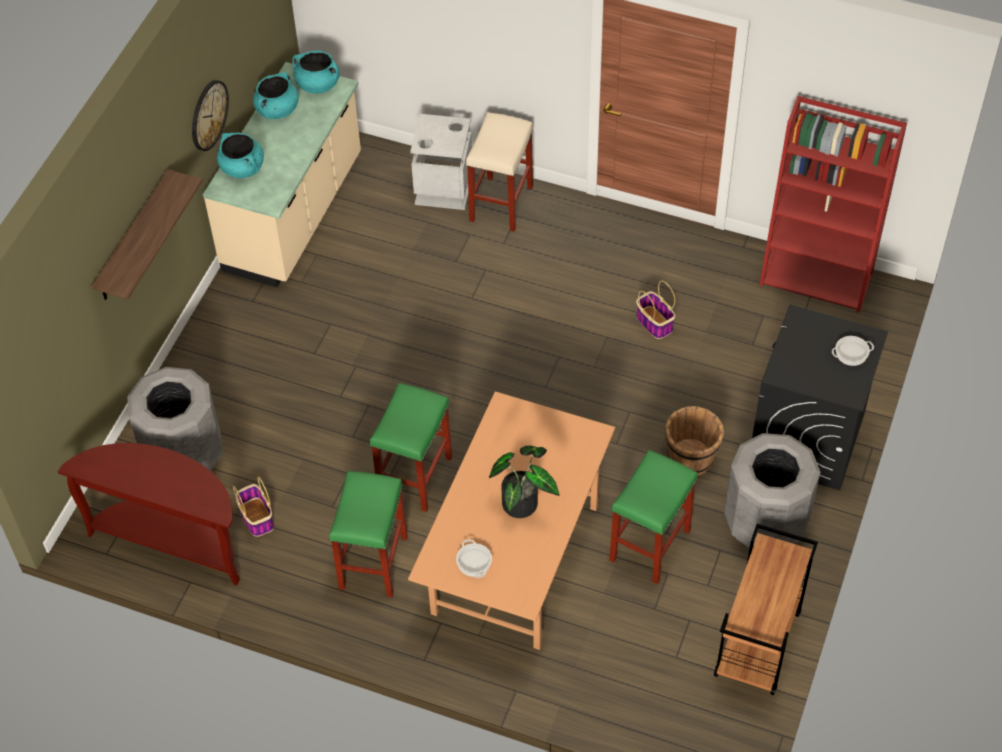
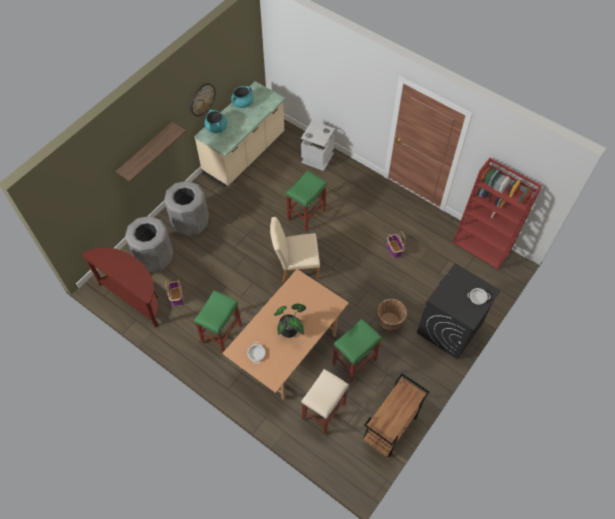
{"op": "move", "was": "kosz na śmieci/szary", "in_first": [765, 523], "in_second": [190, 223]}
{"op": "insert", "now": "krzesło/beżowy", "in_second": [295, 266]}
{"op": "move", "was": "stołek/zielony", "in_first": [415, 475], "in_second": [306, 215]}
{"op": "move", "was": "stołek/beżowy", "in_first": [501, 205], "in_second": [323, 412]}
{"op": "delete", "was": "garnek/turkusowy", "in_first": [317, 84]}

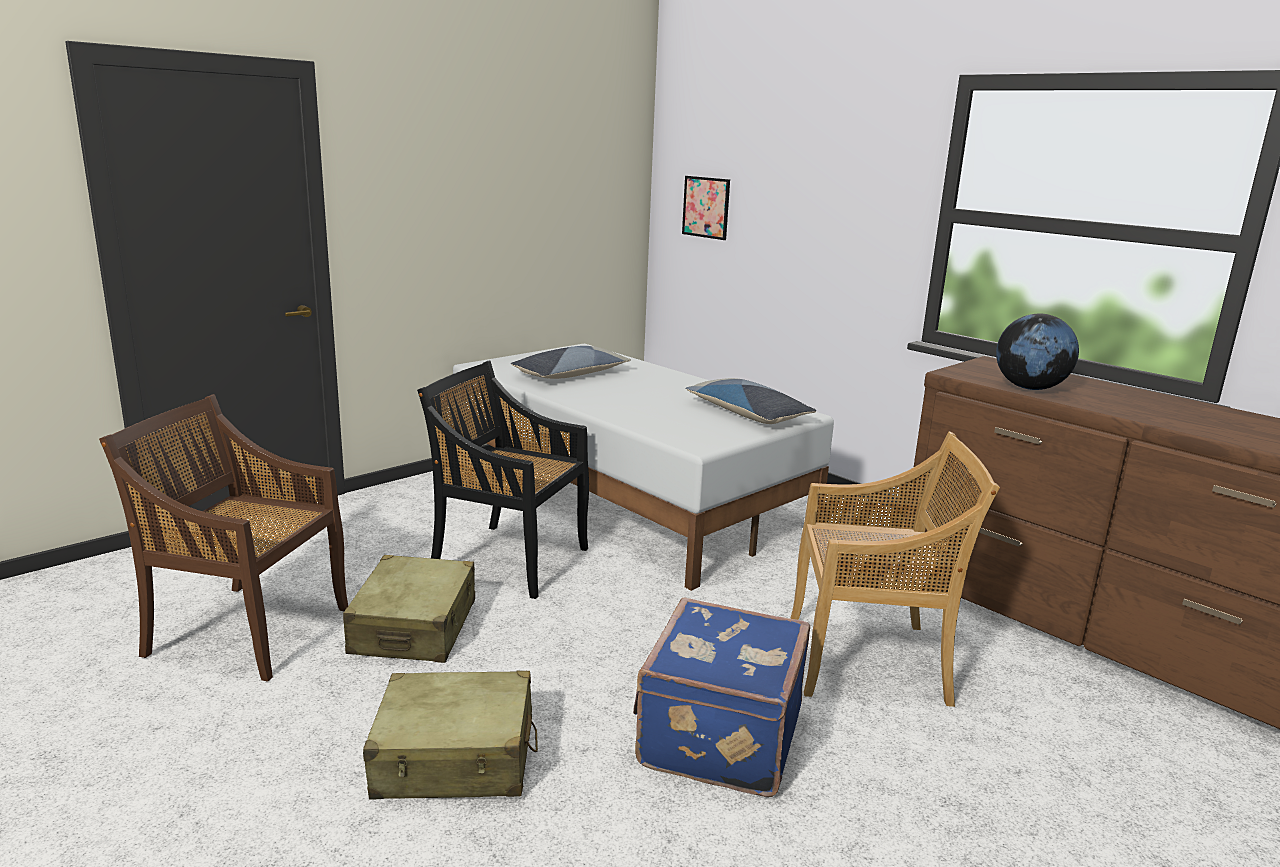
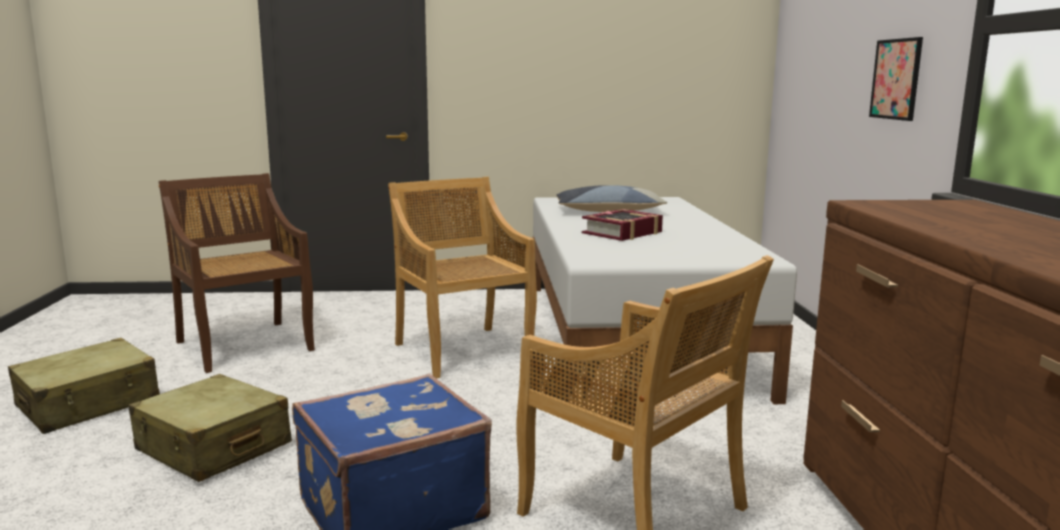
{"op": "move", "was": "walizka/beżowy", "in_first": [414, 627], "in_second": [89, 403]}
{"op": "recolor", "was": "krzesło/czarny", "now": "krzesło/beżowy", "in_first": [508, 560], "in_second": [462, 351]}
{"op": "insert", "now": "książka", "in_second": [622, 233]}
{"op": "move", "was": "obraz", "in_first": [706, 207], "in_second": [896, 79]}
{"op": "delete", "was": "poduszka", "in_first": [747, 413]}
{"op": "delete", "was": "globus", "in_first": [1029, 388]}

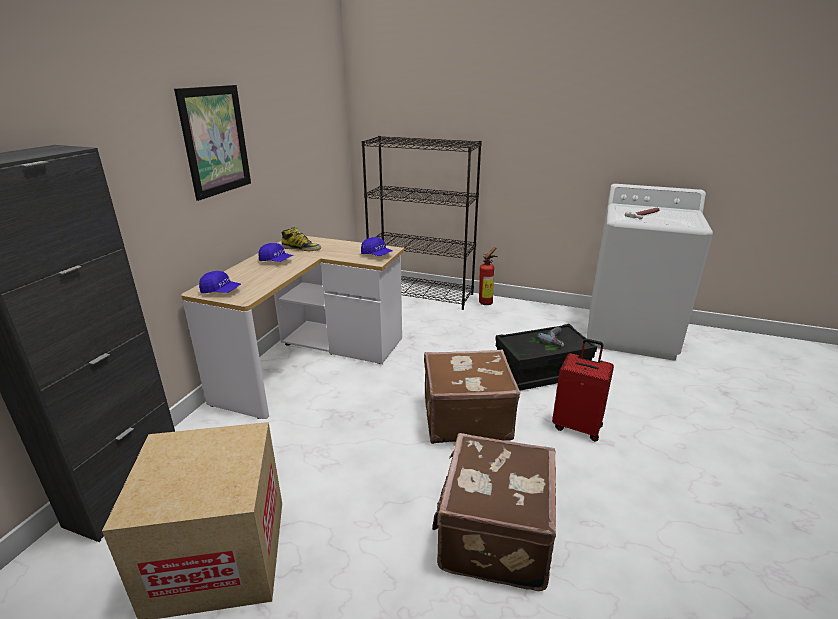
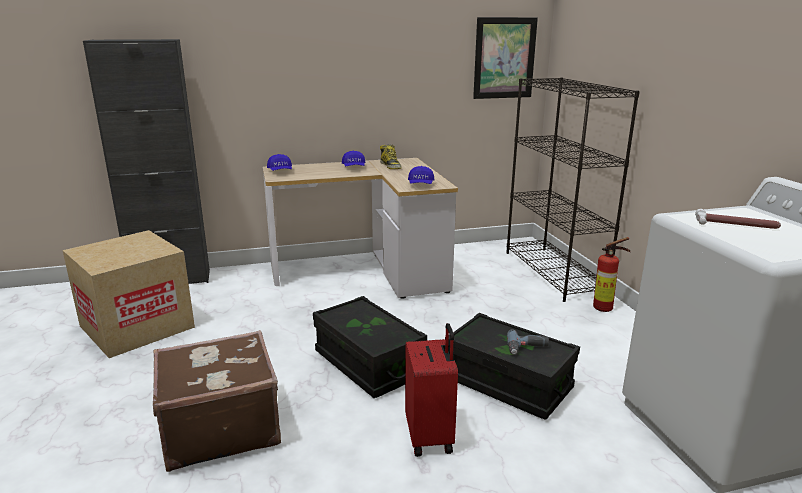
{"op": "replace", "was": "walizka/brązowy", "now": "pojemnik do przechowywania/czarny", "in_first": [465, 418], "in_second": [368, 364]}
{"op": "move", "was": "obraz", "in_first": [215, 141], "in_second": [504, 58]}

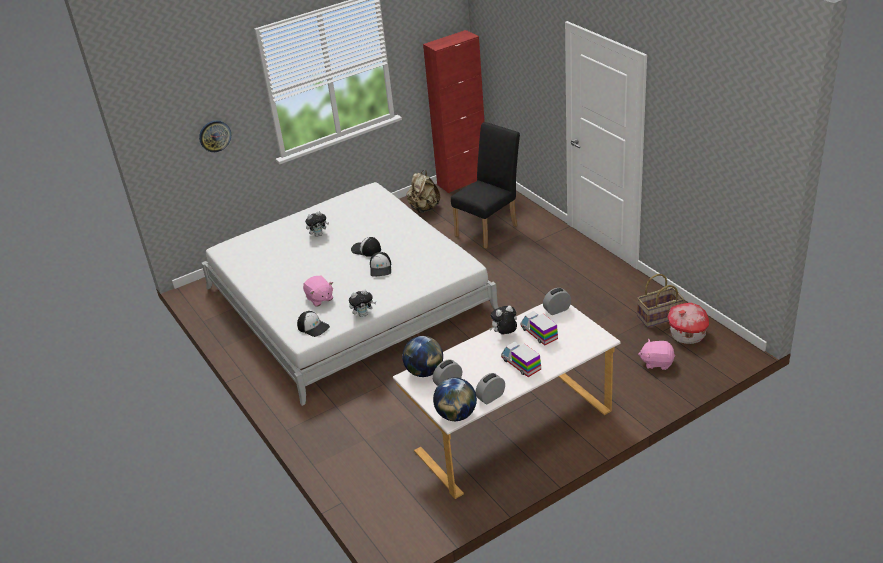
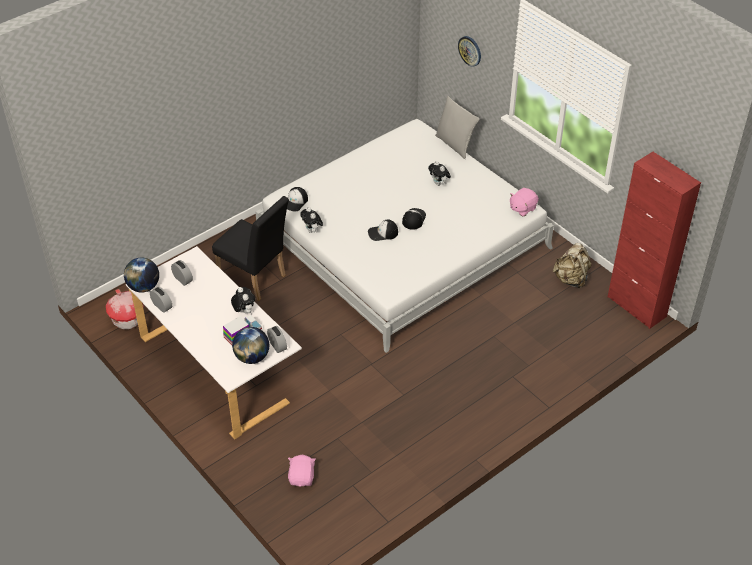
{"op": "move", "was": "domek", "in_first": [687, 335], "in_second": [127, 319]}
{"op": "move", "was": "krzesło/czarny", "in_first": [489, 228], "in_second": [255, 279]}
{"op": "move", "was": "globus", "in_first": [424, 372], "in_second": [252, 357]}
{"op": "insert", "now": "poduszka/szary", "in_second": [455, 145]}
{"op": "move", "was": "pluszak/różowy", "in_first": [319, 299], "in_second": [522, 208]}
{"op": "delete", "was": "ciężarówka zabawkowa", "in_first": [521, 364]}
{"op": "delete", "was": "koszyk", "in_first": [659, 317]}

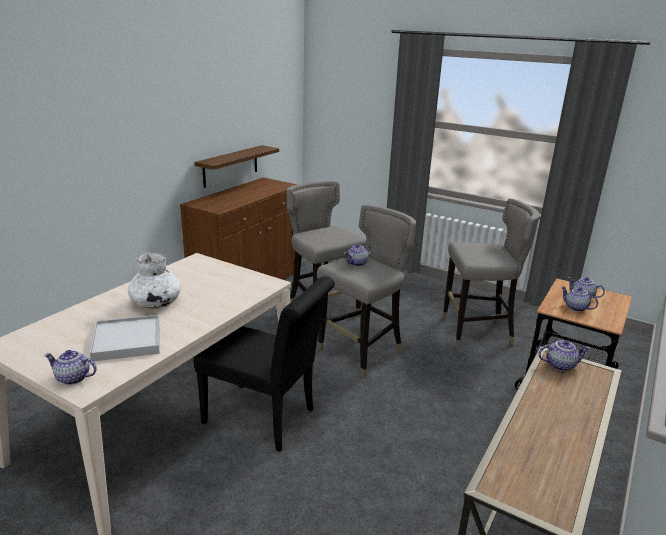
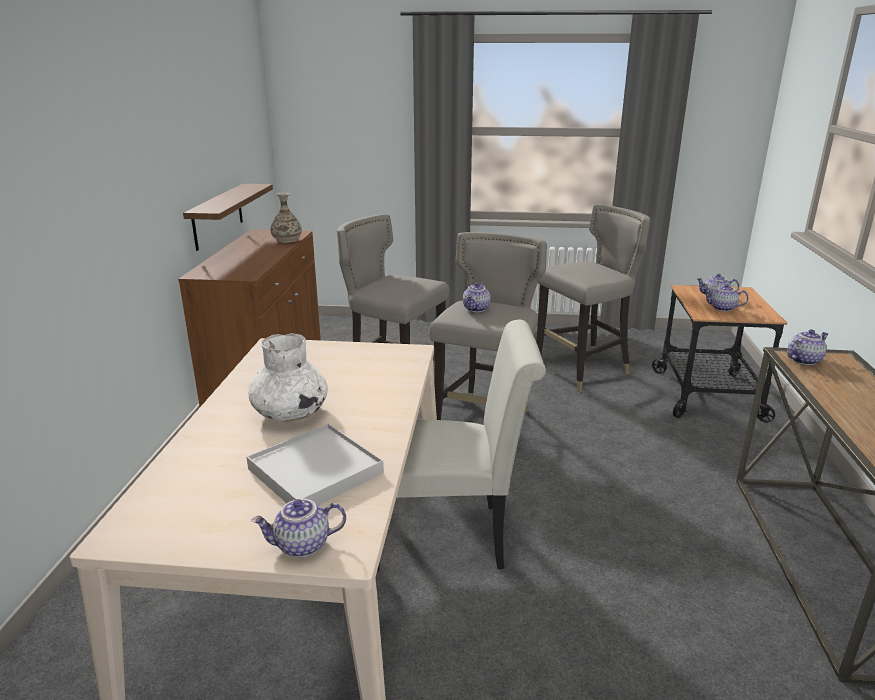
{"op": "insert", "now": "wazon", "in_second": [287, 240]}
{"op": "recolor", "was": "krzesło/czarny", "now": "krzesło/biały", "in_first": [265, 419], "in_second": [449, 536]}

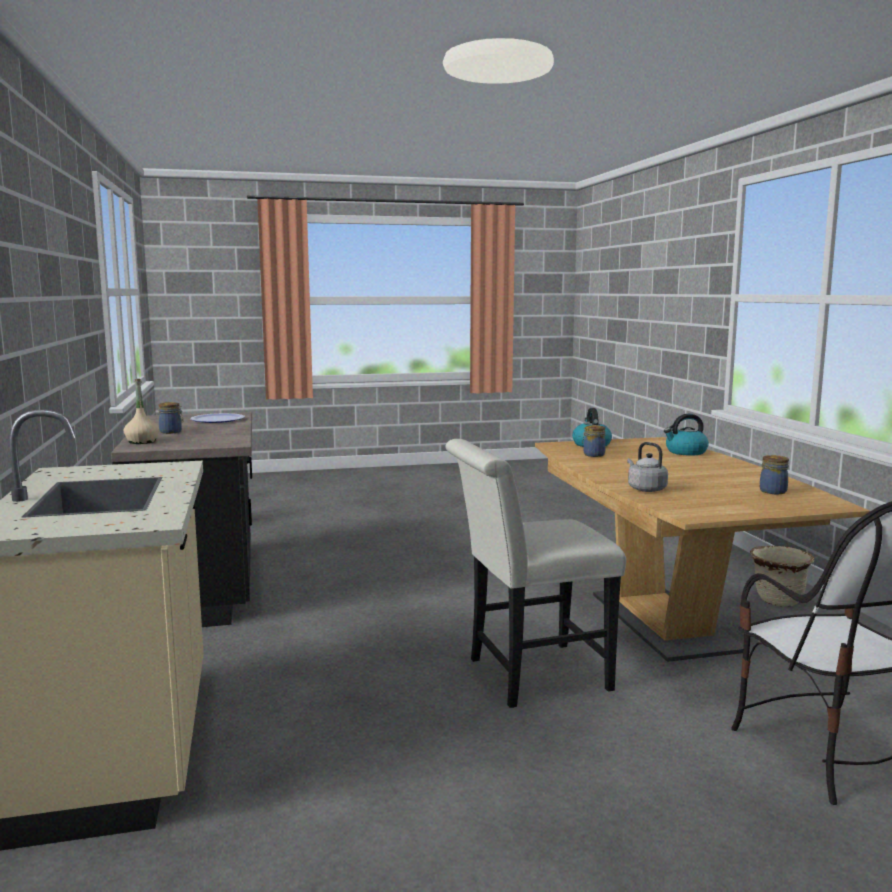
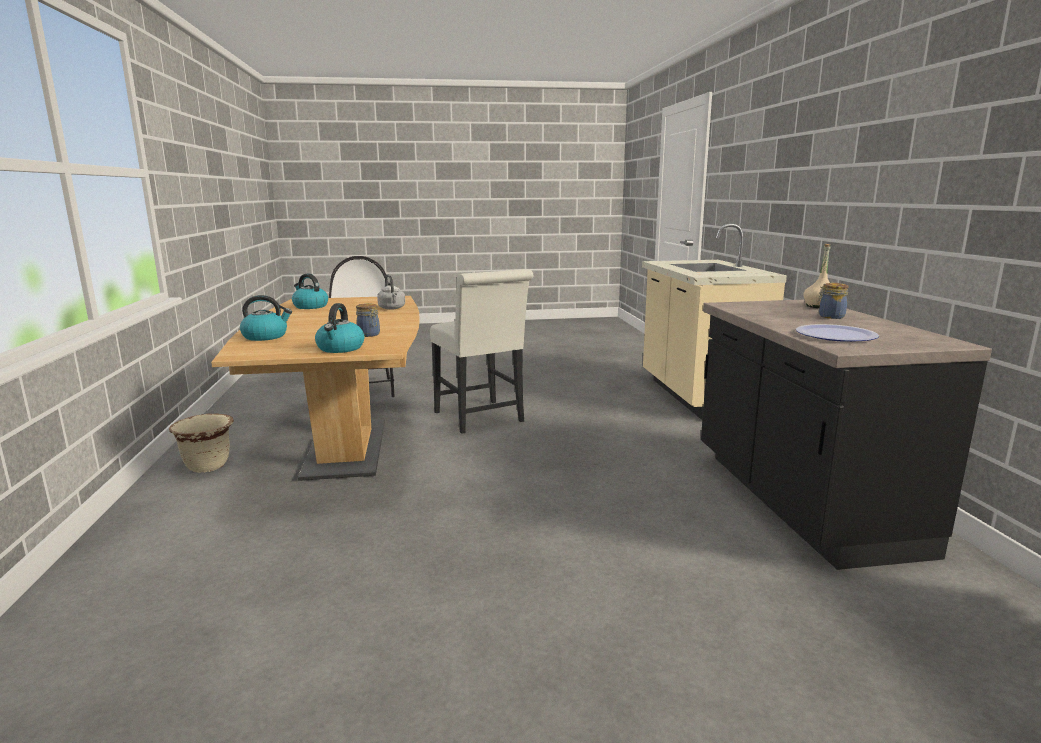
{"op": "replace", "was": "słoik", "now": "czajnik", "in_first": [773, 491], "in_second": [310, 306]}
{"op": "rotate", "was": "krzesło/biały", "in_first": [528, 676], "in_second": [481, 419], "clockwise": 75}

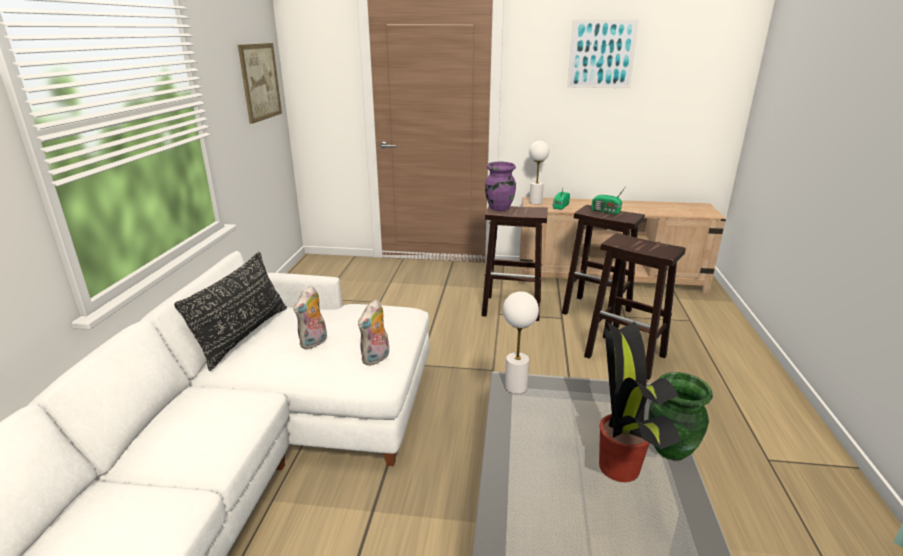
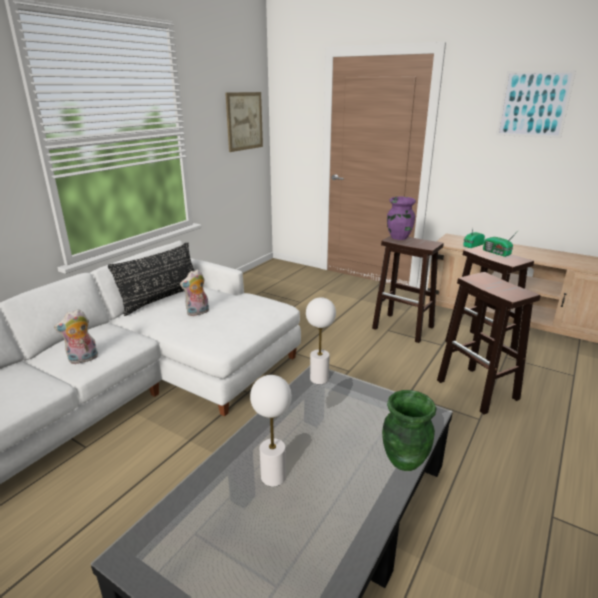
{"op": "move", "was": "pluszak", "in_first": [376, 359], "in_second": [83, 359]}
{"op": "move", "was": "lampa stołowa/biały", "in_first": [535, 202], "in_second": [273, 476]}
{"op": "delete", "was": "roślina doniczkowa", "in_first": [618, 465]}

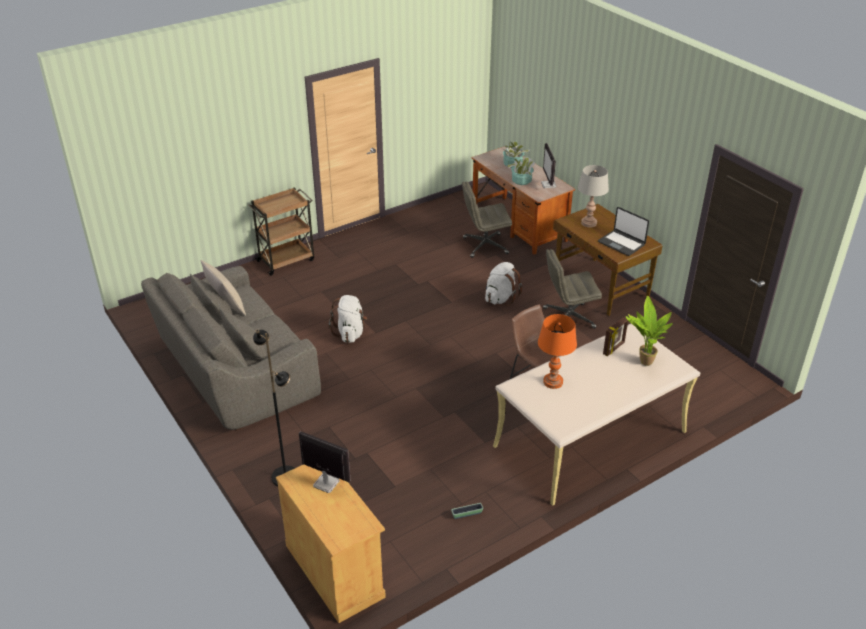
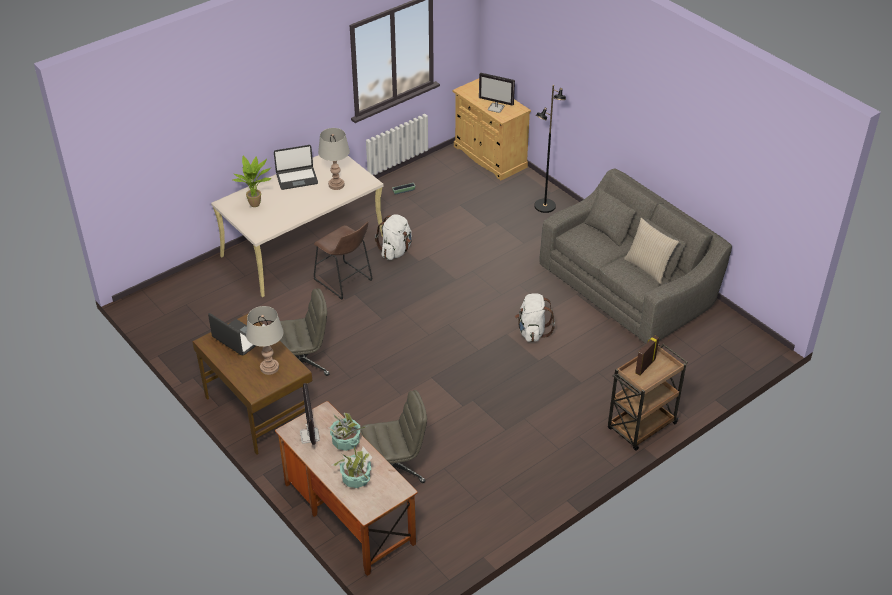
{"op": "insert", "now": "laptop", "in_second": [297, 178]}
{"op": "recolor", "was": "lampa stołowa/pomarańczowy", "now": "lampa stołowa/szary", "in_first": [553, 382], "in_second": [336, 185]}
{"op": "move", "was": "plecak/biały", "in_first": [501, 298], "in_second": [395, 251]}
{"op": "move", "was": "ramka na zdjęcie", "in_first": [614, 348], "in_second": [644, 366]}

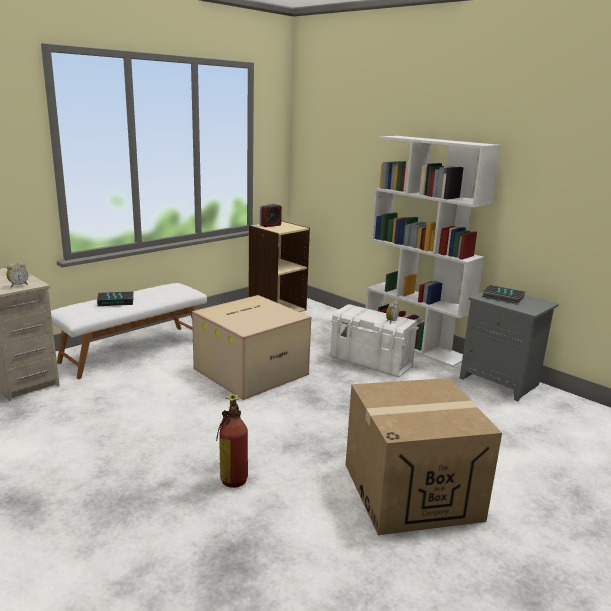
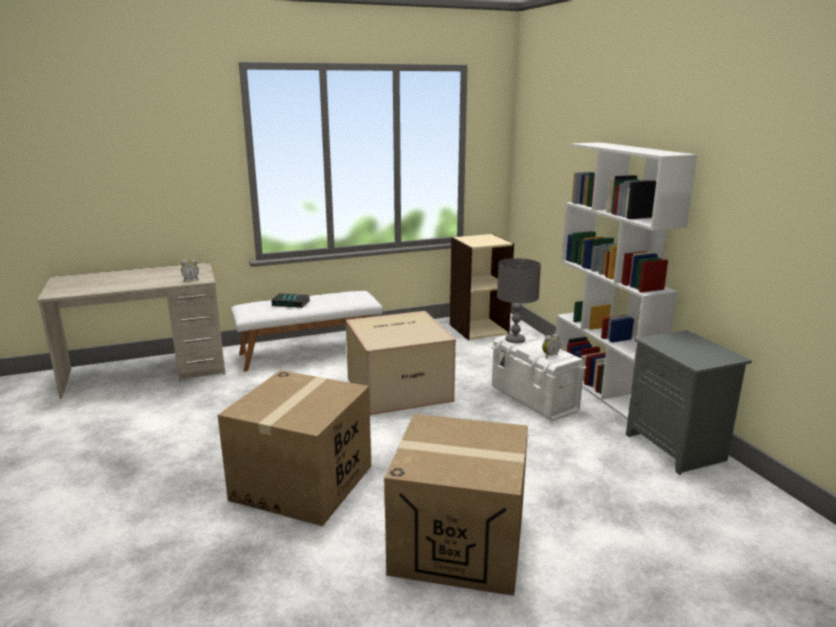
{"op": "replace", "was": "gaśnica", "now": "karton", "in_first": [234, 474], "in_second": [302, 483]}
{"op": "insert", "now": "lampa stołowa/szary", "in_second": [515, 339]}
{"op": "delete", "was": "budzik", "in_first": [270, 225]}
{"op": "delete", "was": "książka", "in_first": [502, 297]}

